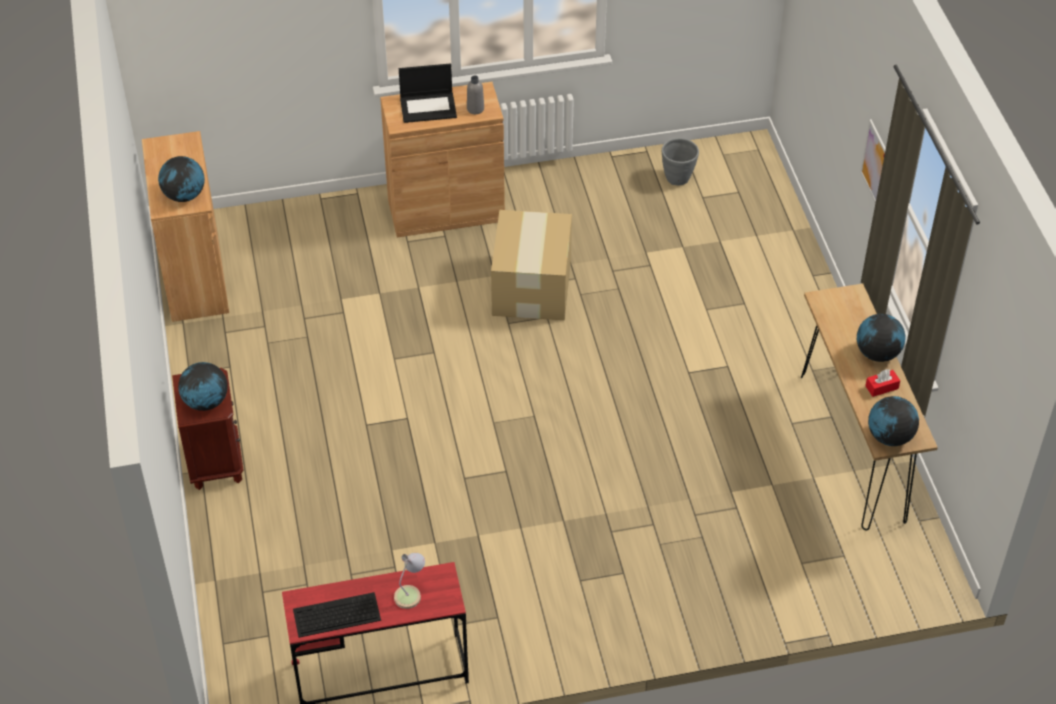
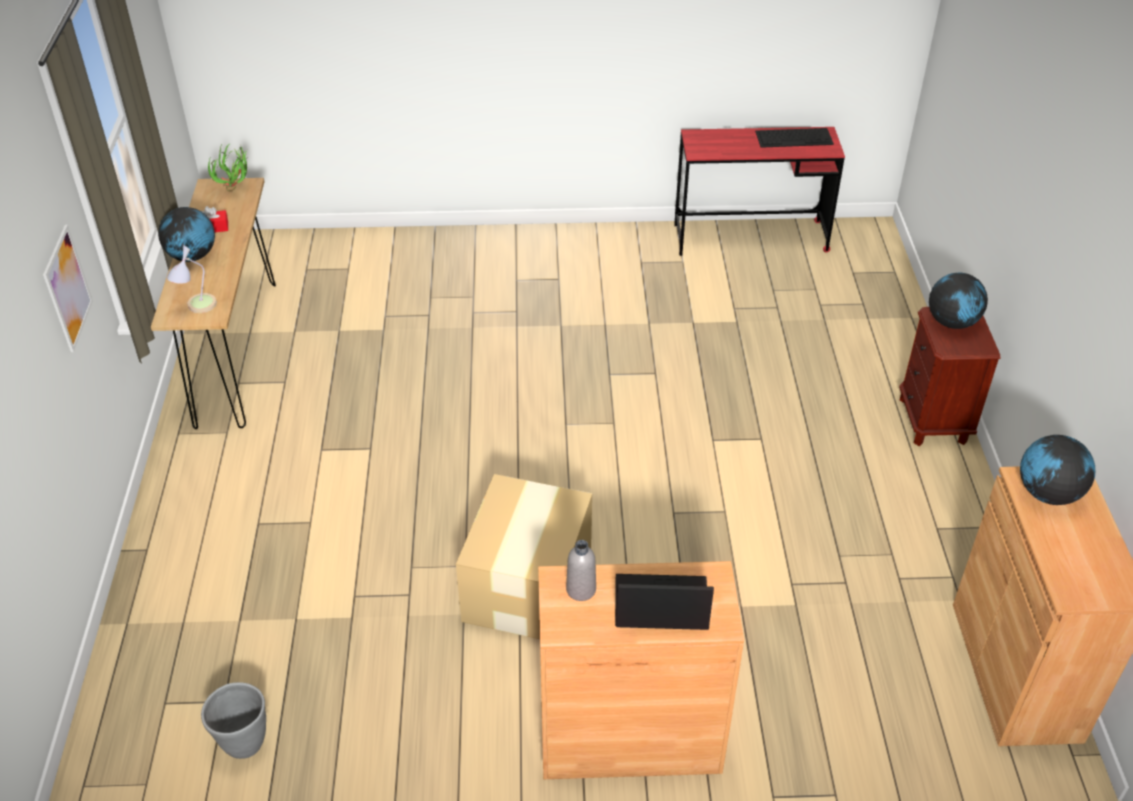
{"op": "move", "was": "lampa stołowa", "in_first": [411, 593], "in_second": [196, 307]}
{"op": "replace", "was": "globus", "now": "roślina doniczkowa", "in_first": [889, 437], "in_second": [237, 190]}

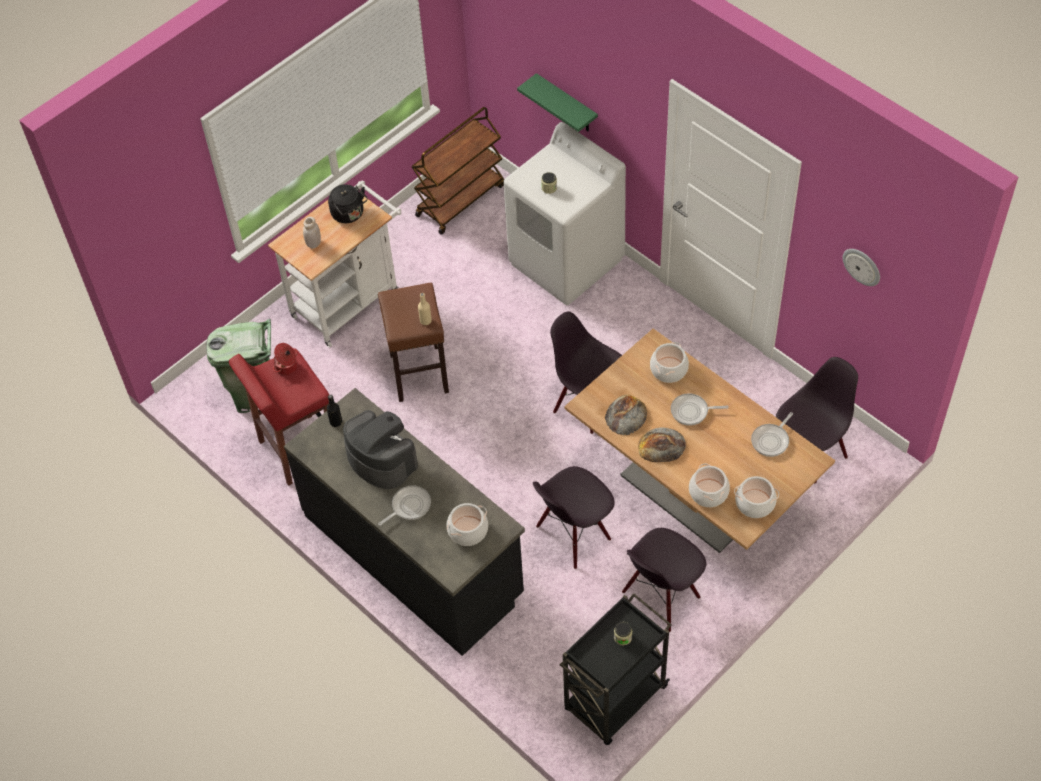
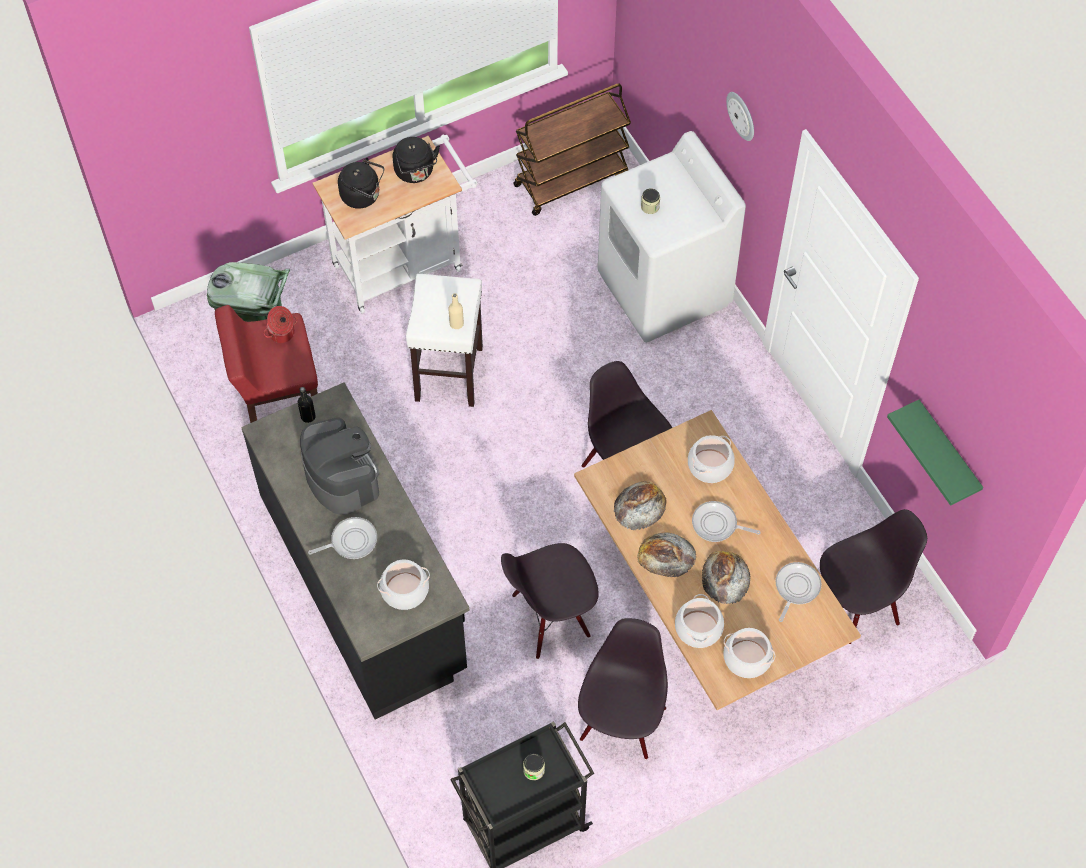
{"op": "replace", "was": "słoik/biały", "now": "czajnik/czarny", "in_first": [313, 243], "in_second": [363, 196]}
{"op": "recolor", "was": "stołek/brązowy", "now": "stołek/biały", "in_first": [418, 372], "in_second": [449, 373]}
{"op": "rotate", "was": "krzesło/czarny", "in_first": [661, 596], "in_second": [621, 722], "clockwise": 135}
{"op": "insert", "now": "chleb", "in_second": [725, 577]}
{"op": "move", "was": "zegar ścienny", "in_first": [862, 266], "in_second": [742, 115]}
{"op": "rotate", "was": "patelnia", "in_first": [771, 440], "in_second": [796, 588], "clockwise": 150}
{"op": "move", "was": "półka/zielony", "in_first": [567, 104], "in_second": [946, 453]}

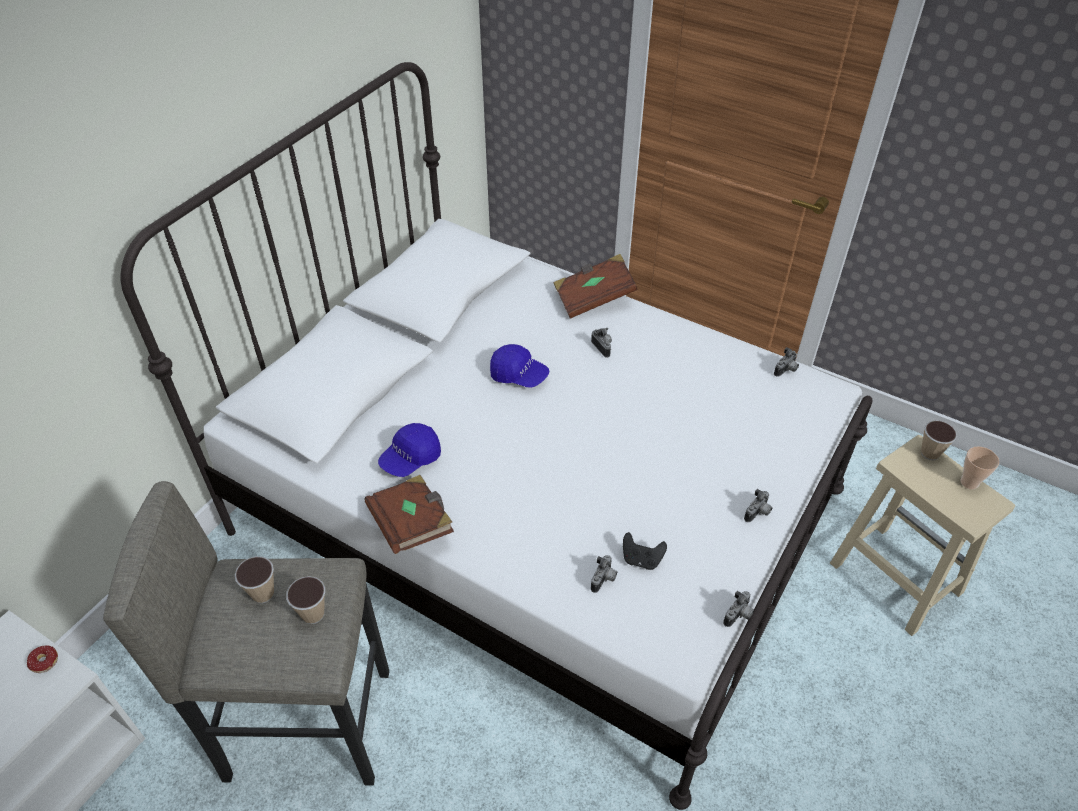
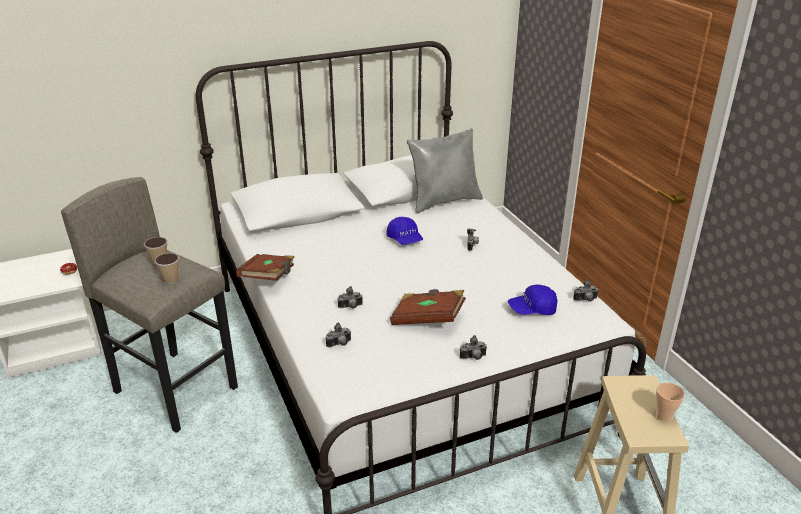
{"op": "move", "was": "aparat fotograficzny", "in_first": [739, 616], "in_second": [350, 307]}
{"op": "move", "was": "książka/brązowy", "in_first": [593, 298], "in_second": [427, 319]}
{"op": "insert", "now": "poduszka/szary", "in_second": [444, 201]}
{"op": "move", "was": "czapka z daszkiem/niebieski", "in_first": [411, 459], "in_second": [532, 309]}
{"op": "delete", "was": "pad do gier/czarny", "in_first": [641, 559]}
{"op": "delete", "was": "filiżanka", "in_first": [930, 453]}

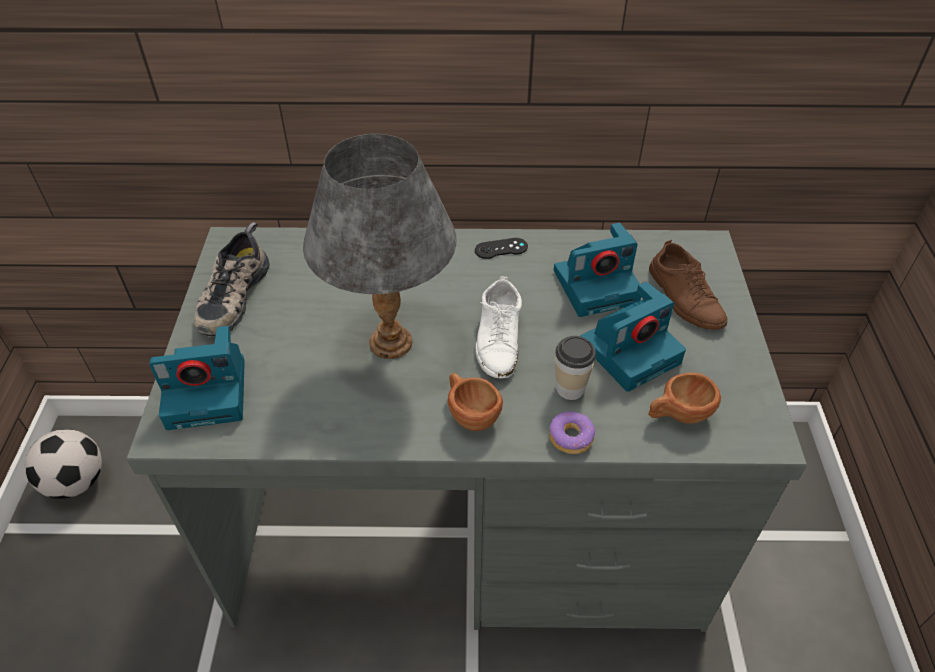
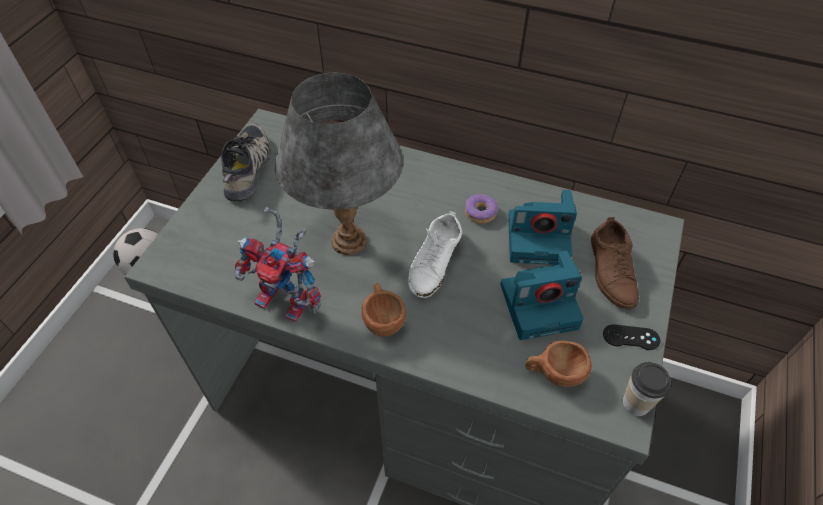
{"op": "rotate", "was": "but", "in_first": [232, 295], "in_second": [249, 168], "clockwise": 150}
{"op": "insert", "now": "robot zabawkowy", "in_second": [290, 300]}
{"op": "move", "was": "donut", "in_first": [571, 437], "in_second": [480, 213]}
{"op": "move", "was": "pad do gier/czarny", "in_first": [501, 248], "in_second": [631, 337]}
{"op": "move", "was": "filiżanka", "in_first": [570, 388], "in_second": [636, 403]}
{"op": "delete", "was": "aparat fotograficzny", "in_first": [209, 392]}

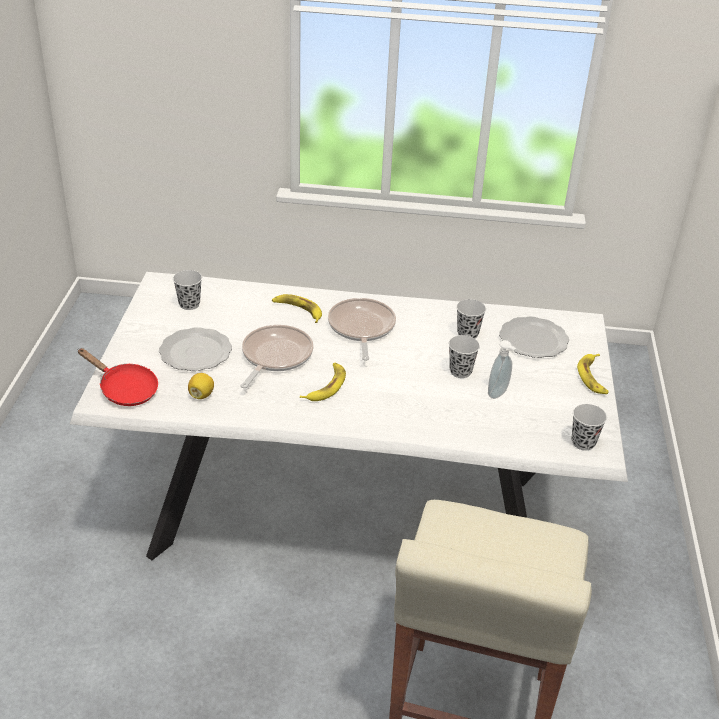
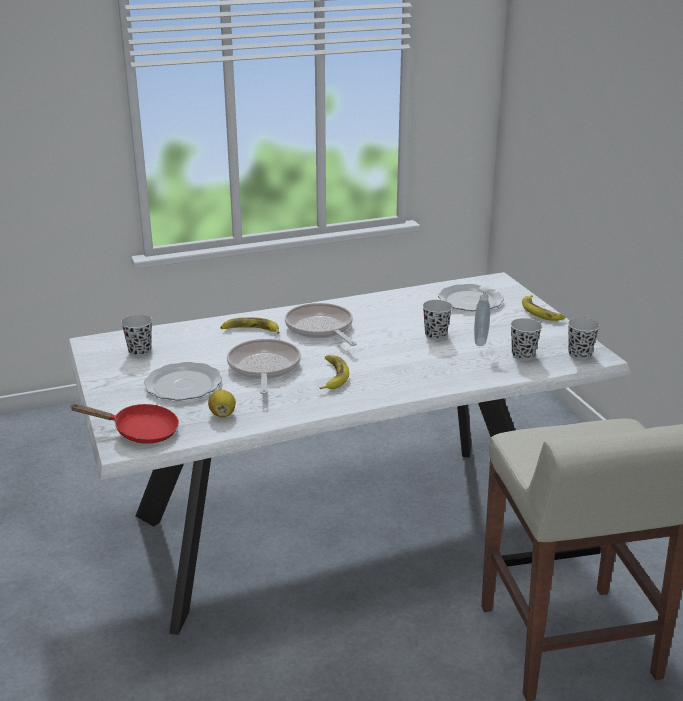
{"op": "move", "was": "filiżanka/czarny", "in_first": [467, 334], "in_second": [523, 355]}

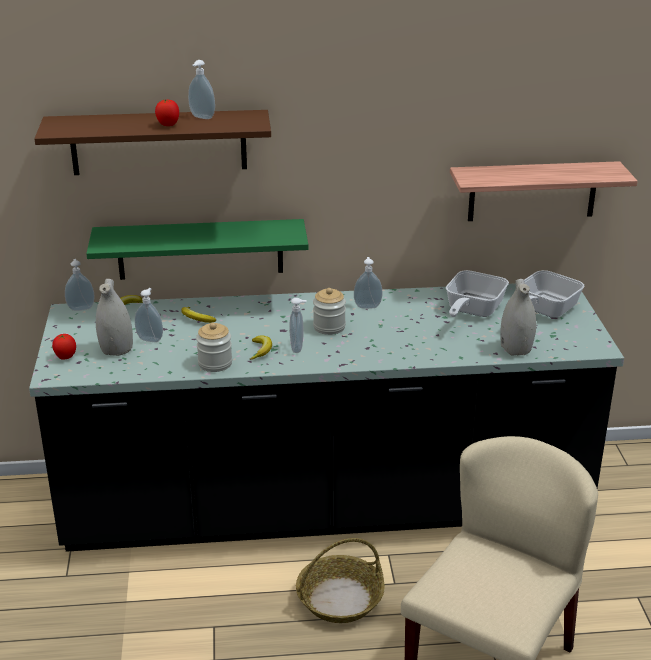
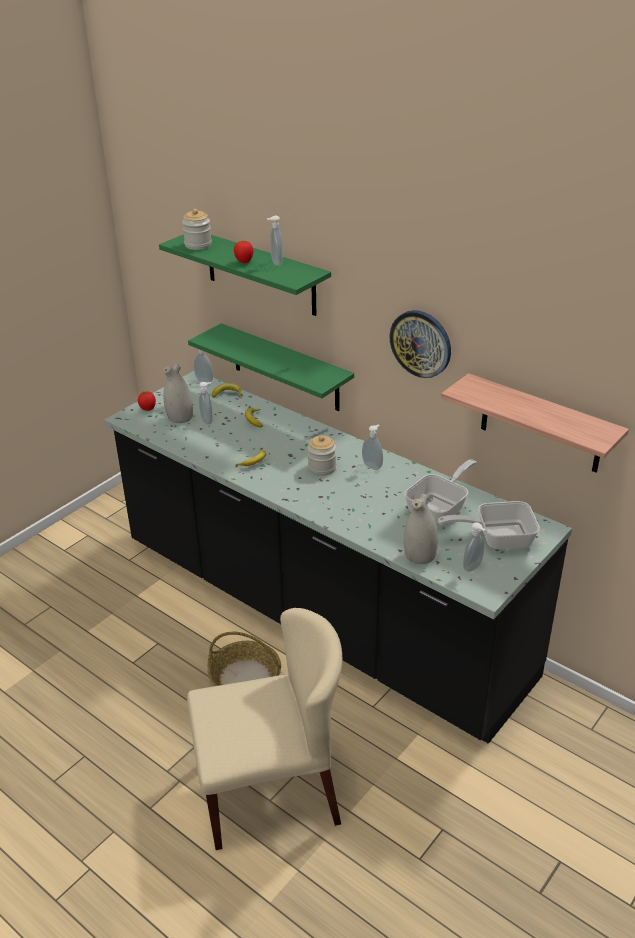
{"op": "recolor", "was": "półka/brązowy", "now": "półka/zielony", "in_first": [158, 142], "in_second": [260, 273]}
{"op": "move", "was": "słoik", "in_first": [215, 363], "in_second": [198, 245]}
{"op": "insert", "now": "zegar ścienny", "in_second": [421, 343]}
{"op": "rotate", "was": "patelnia", "in_first": [471, 311], "in_second": [440, 508], "clockwise": 150}
{"op": "move", "was": "dozownik mydła", "in_first": [298, 348], "in_second": [473, 567]}

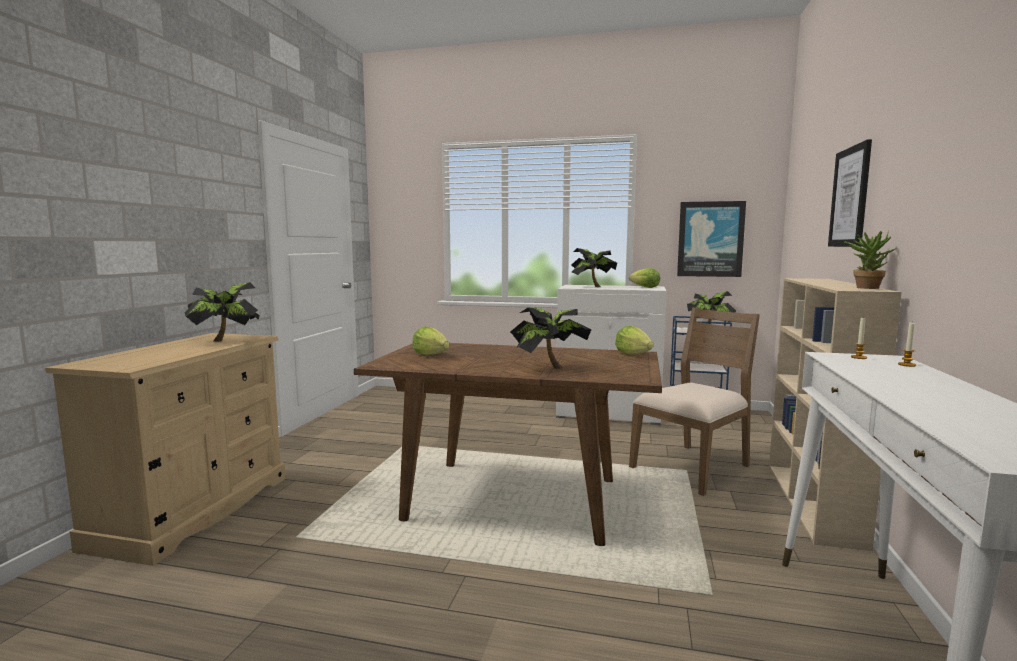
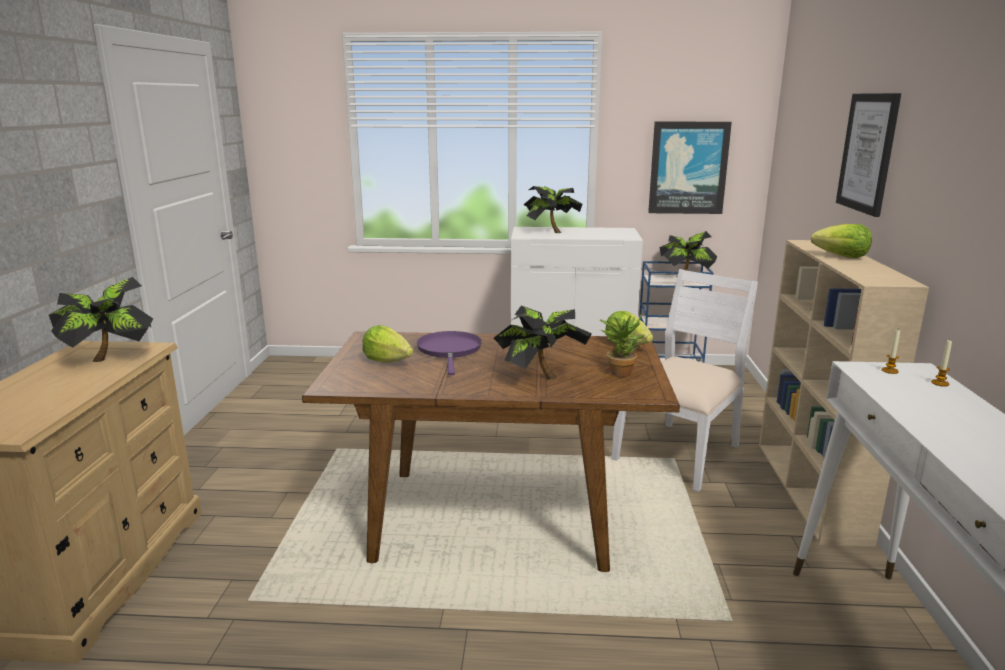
{"op": "insert", "now": "patelnia/fioletowy", "in_second": [449, 351]}
{"op": "move", "was": "roślina doniczkowa", "in_first": [865, 287], "in_second": [619, 371]}
{"op": "recolor", "was": "krzesło/brązowy", "now": "krzesło/biały", "in_first": [692, 467], "in_second": [679, 453]}
{"op": "move", "was": "sałata", "in_first": [645, 287], "in_second": [841, 257]}

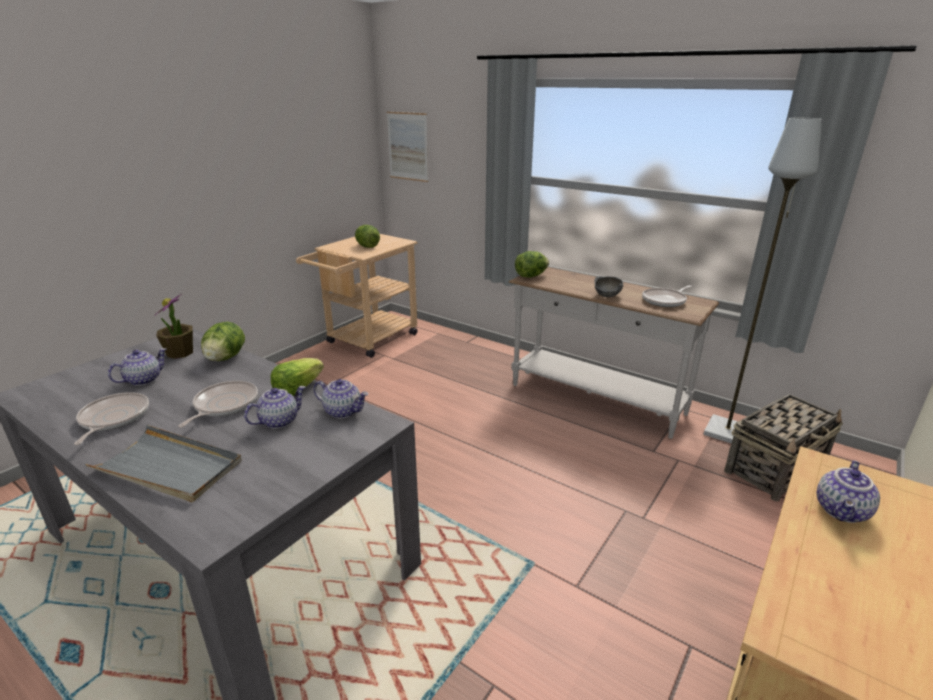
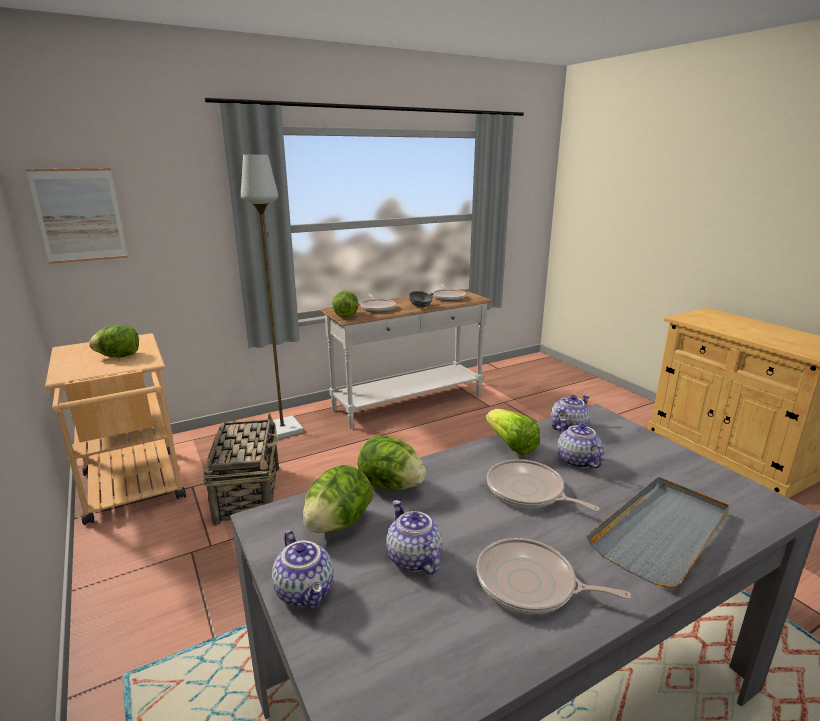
{"op": "move", "was": "koszyk", "in_first": [775, 469], "in_second": [248, 493]}
{"op": "move", "was": "lampa stojąca/szary", "in_first": [727, 432], "in_second": [282, 429]}
{"op": "move", "was": "imbryk", "in_first": [843, 511], "in_second": [306, 591]}
{"op": "replace", "was": "roślina doniczkowa", "now": "sałata", "in_first": [180, 353], "in_second": [338, 523]}
{"op": "insert", "now": "patelnia", "in_second": [377, 308]}

